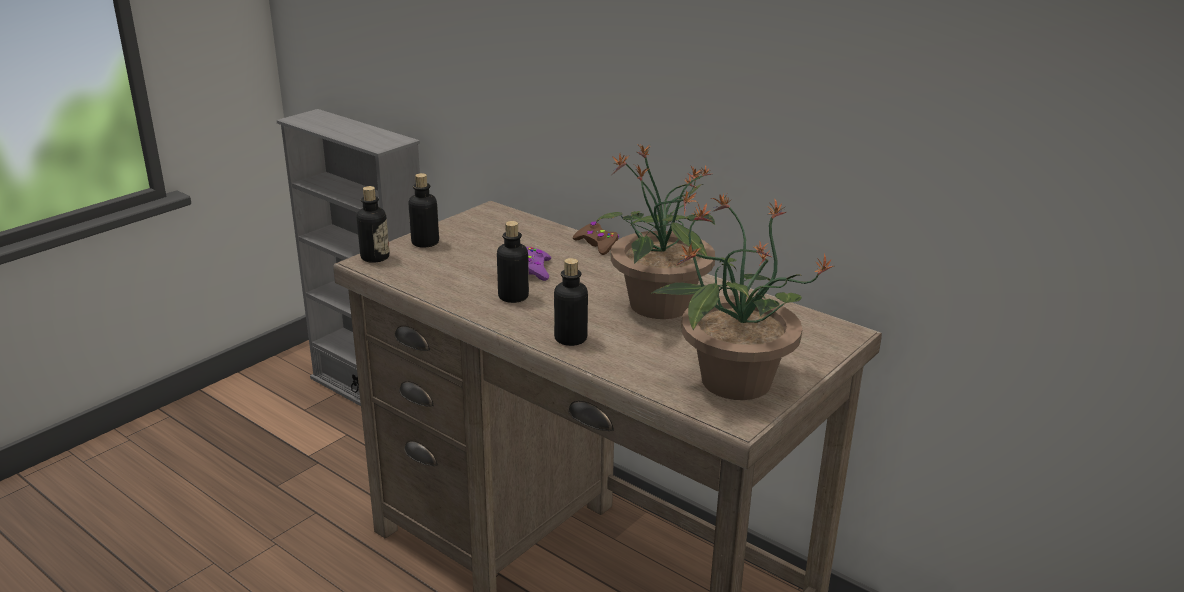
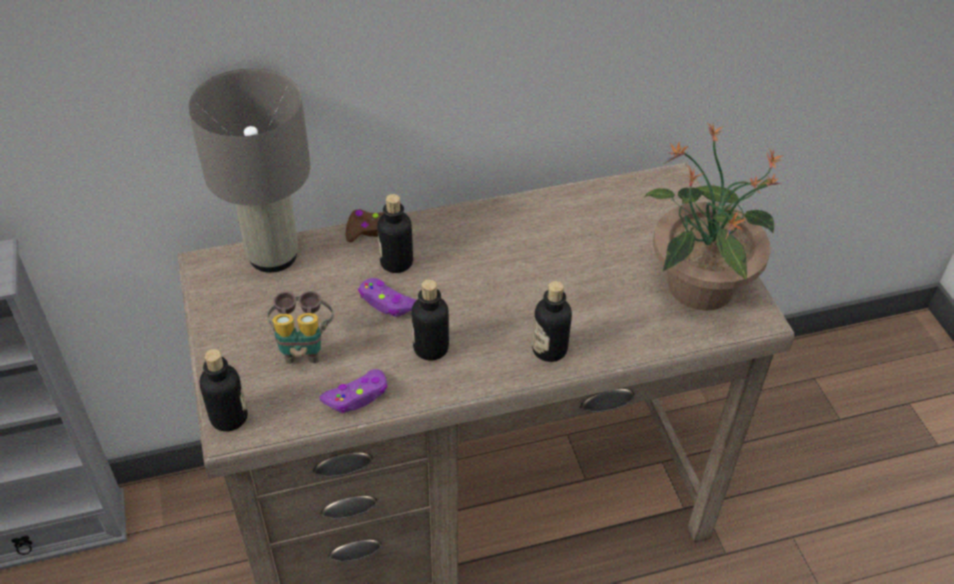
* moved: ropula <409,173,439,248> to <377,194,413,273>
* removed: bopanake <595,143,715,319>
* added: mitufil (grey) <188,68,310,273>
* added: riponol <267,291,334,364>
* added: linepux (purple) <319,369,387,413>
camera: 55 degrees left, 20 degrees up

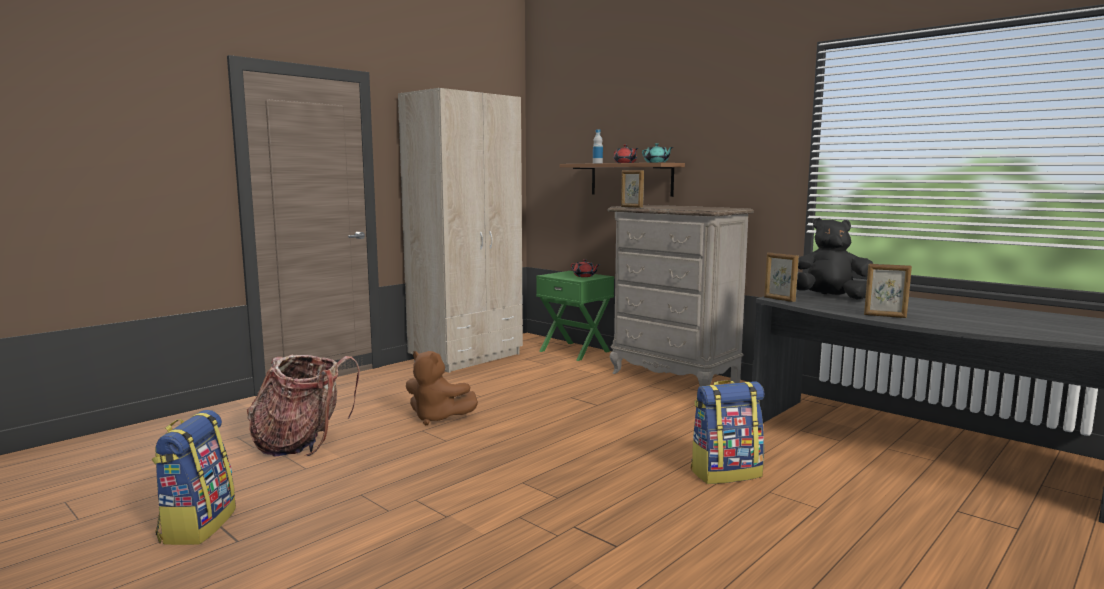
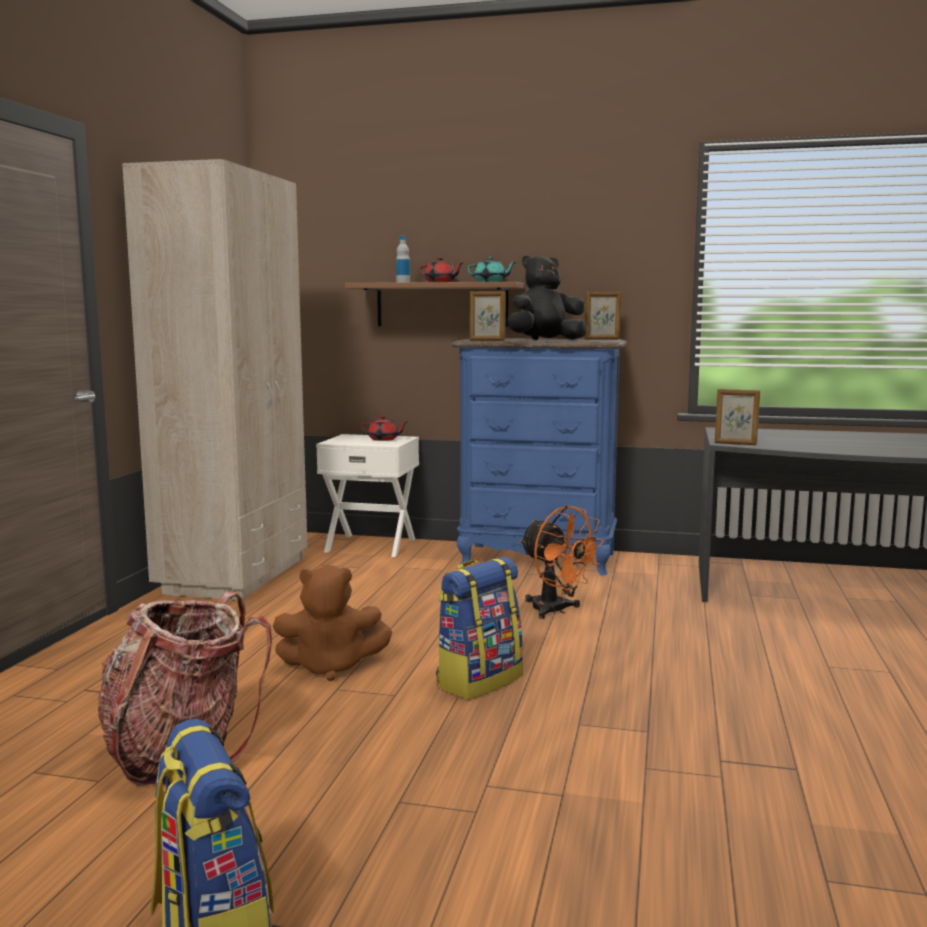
* recoloured: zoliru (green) <536,271,614,361> to zoliru (white) <316,434,419,557>
* recoloured: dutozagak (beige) <608,205,754,386> to dutozagak (blue) <451,338,627,576>
* moved: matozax <691,380,764,484> to <436,557,523,700>
* moved: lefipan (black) <797,218,873,300> to <507,255,587,340>
* moved: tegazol <864,264,912,318> to <584,292,621,340>
* added: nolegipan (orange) <520,505,605,619>
camera: 30 degrees left, 0 degrees up

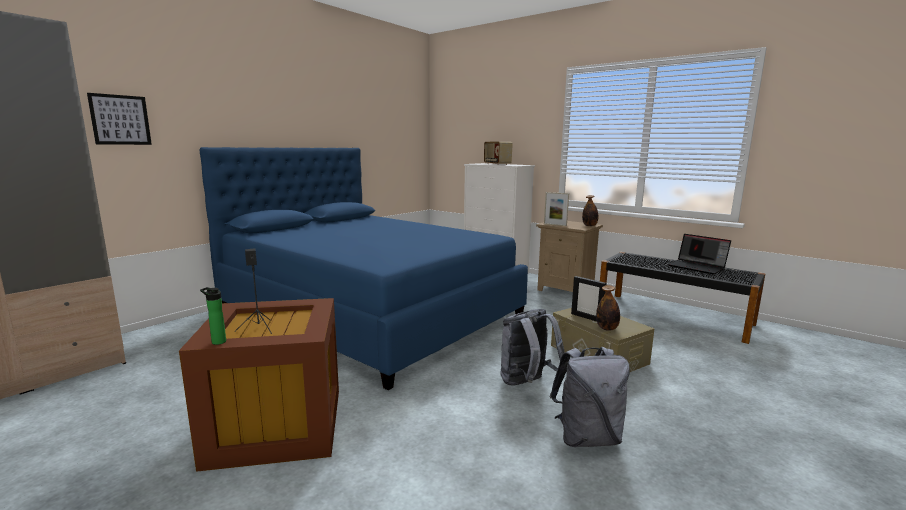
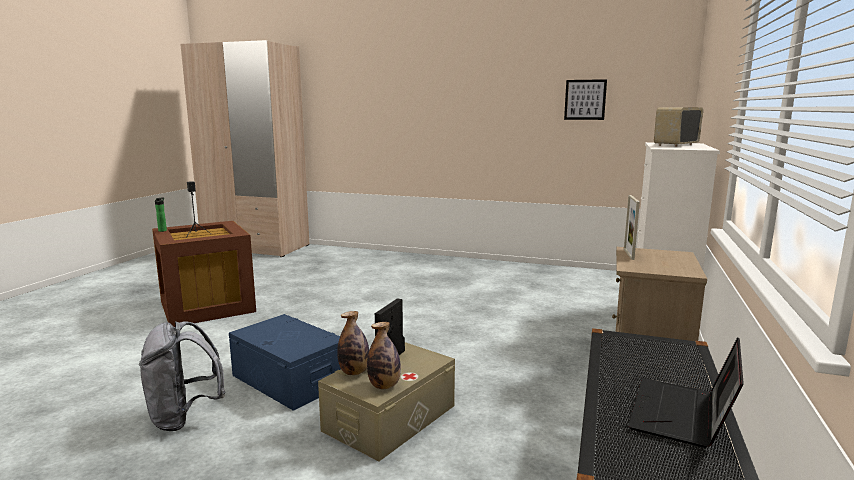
* moved: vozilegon <87,93,152,145> to <564,79,607,120>
* removed: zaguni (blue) <199,147,528,390>
* replaced: matozax (grey) <500,309,565,386> to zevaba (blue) <229,314,341,411>
* moved: ropula <582,195,598,226> to <367,322,401,389>
camera: 70 degrees right, 0 degrees up

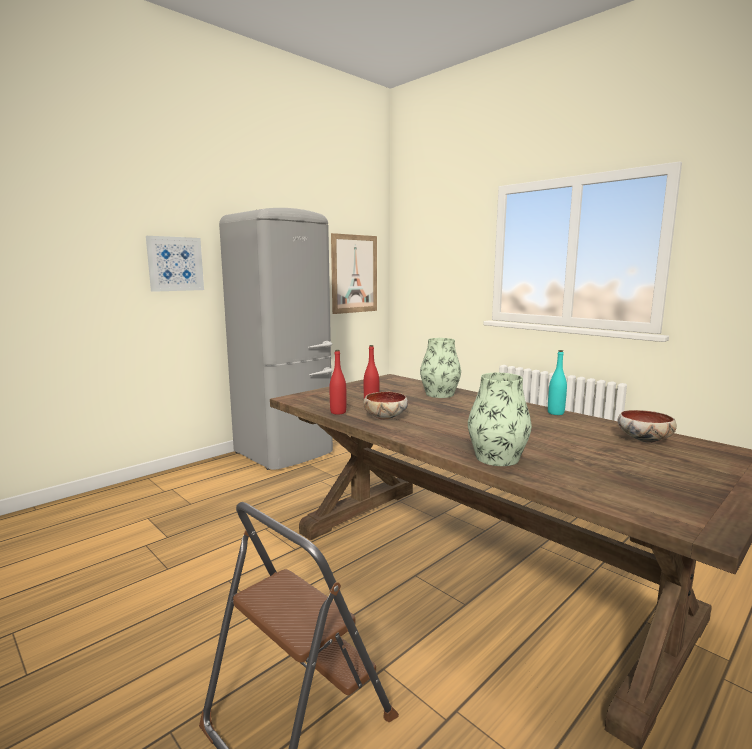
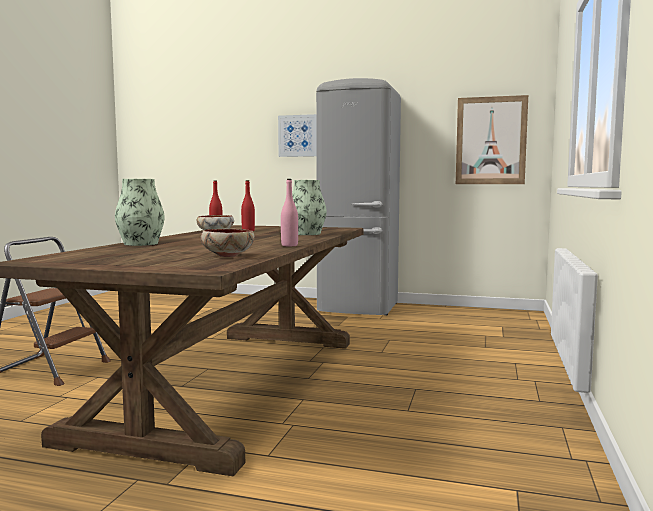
* recoloured: ropula (turquoise) <548,350,567,415> to ropula (pink) <281,179,298,246>
camera: 60 degrees right, 5 degrees down

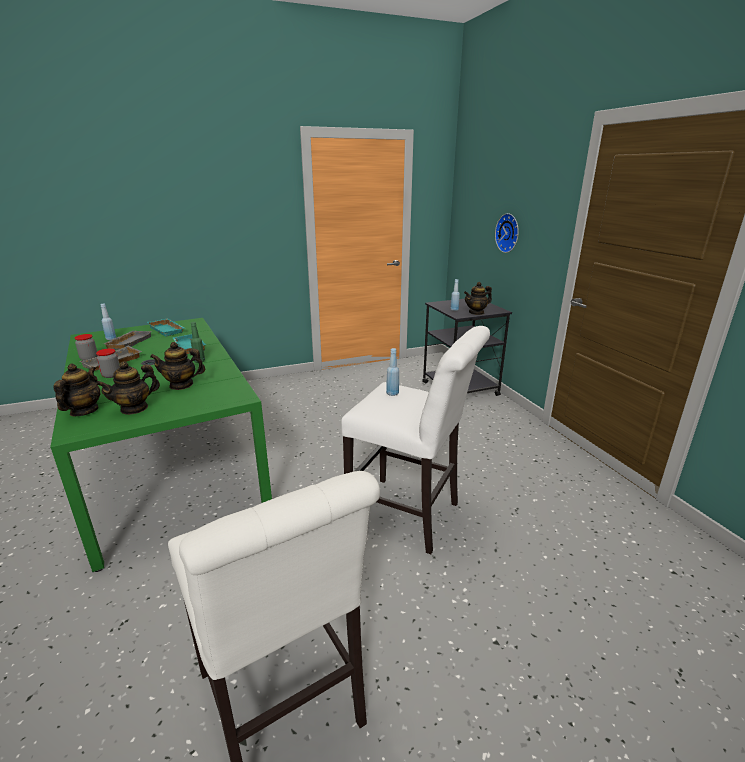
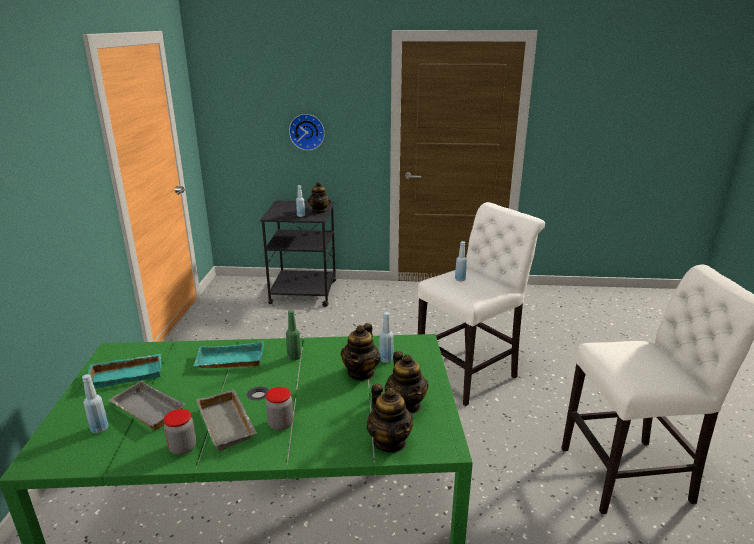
* turned: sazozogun <54,364,100,416> = <367,383,413,453> 150 degrees counterclockwise
* added: ropula (blue) <379,312,393,363>
camera: 65 degrees left, 0 degrees up

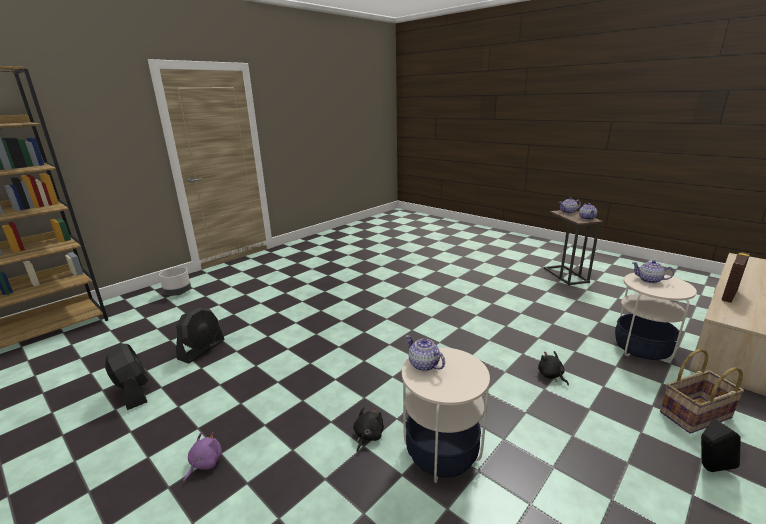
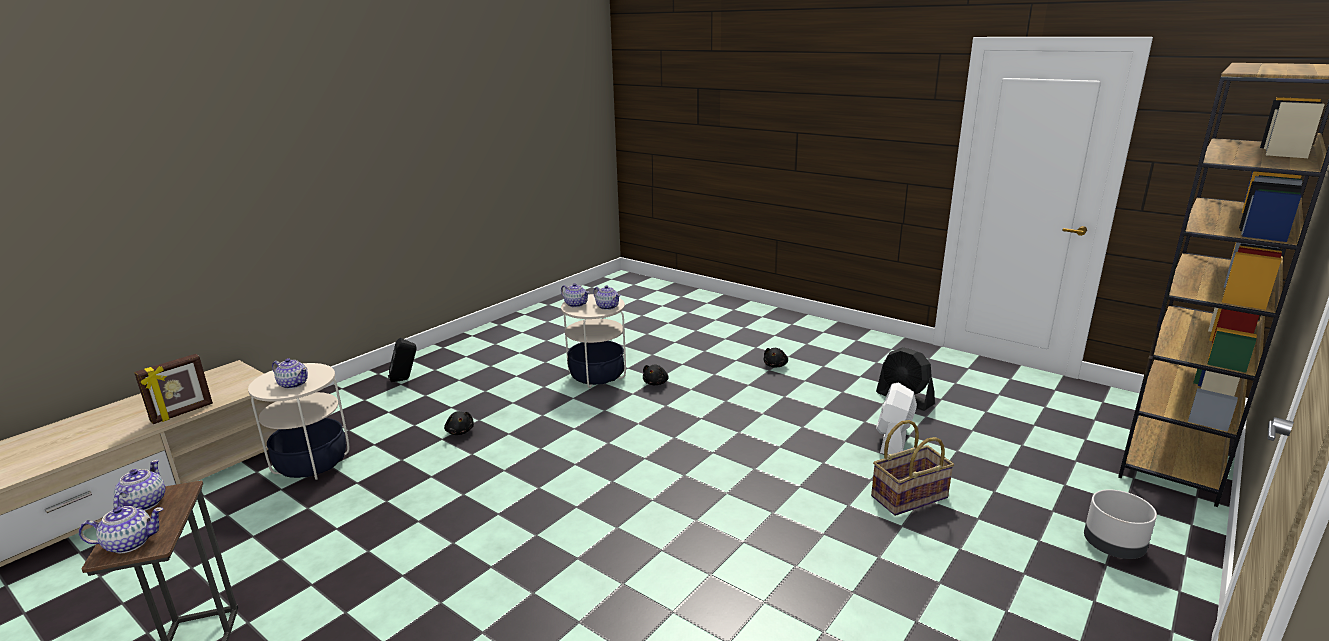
* recoloured: nolegipan (black) <176,307,224,363> to nolegipan (white) <876,383,917,455>
* recoloured: lefipan (purple) <183,432,222,483> to lefipan (black) <764,348,788,368>
* moved: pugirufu <660,349,744,434> to <871,420,954,516>
* added: sazozogun <561,283,590,308>
camera: 175 degrees right, 0 degrees up

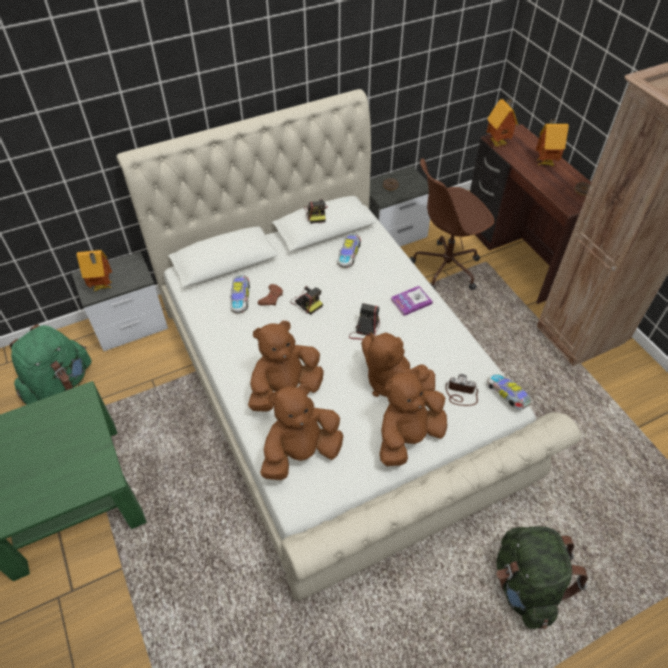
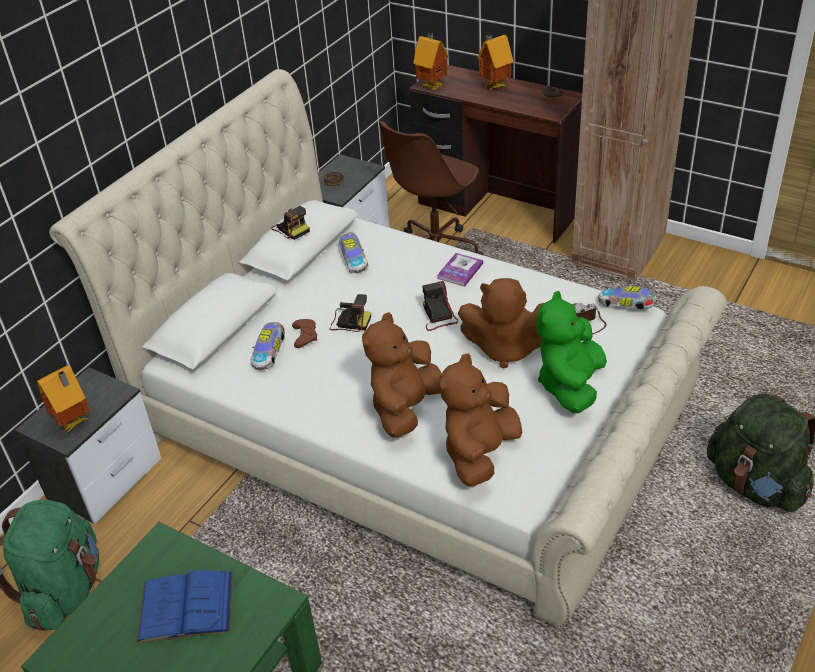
* turned: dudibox <229,275,250,314> = <250,322,285,370> 45 degrees clockwise
* recoloured: lefipan (brown) <379,369,447,466> to lefipan (green) <537,291,607,413>
* added: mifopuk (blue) <136,570,233,643>
camera: 30 degrees left, 10 degrees down

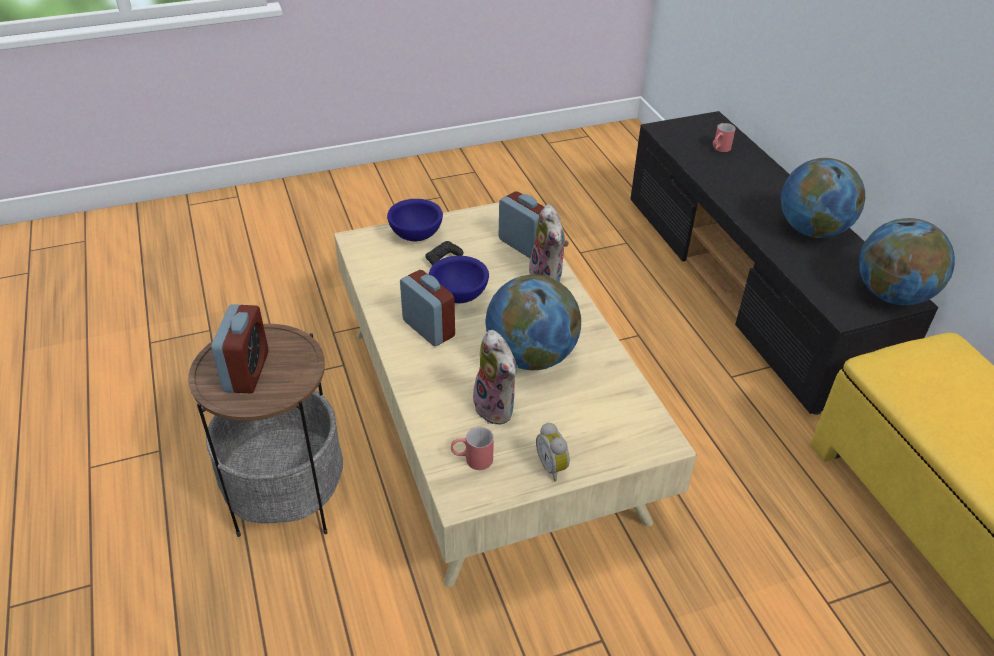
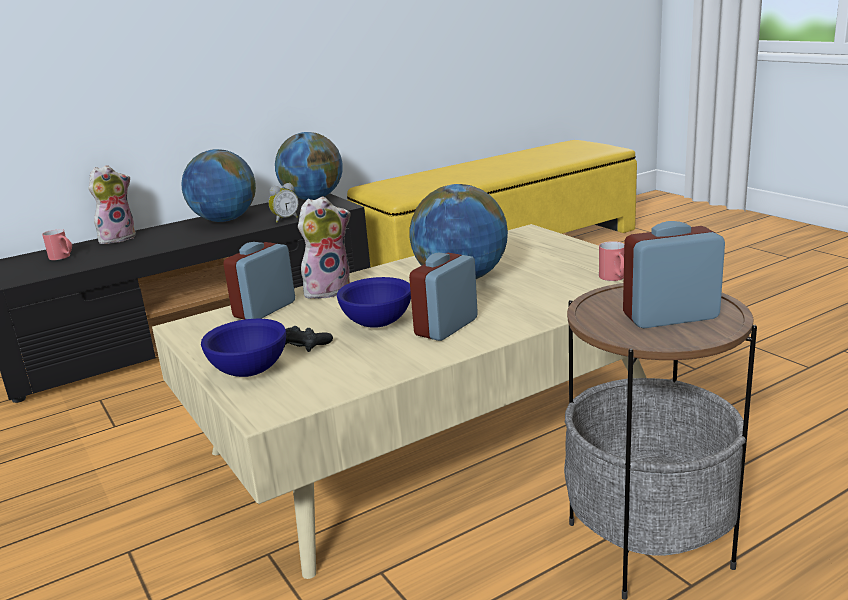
* moved: lefipan <470,330,518,425> to <89,165,136,244>
* moved: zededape <536,422,570,481> to <269,183,299,223>
camera: 100 degrees left, 20 degrees down

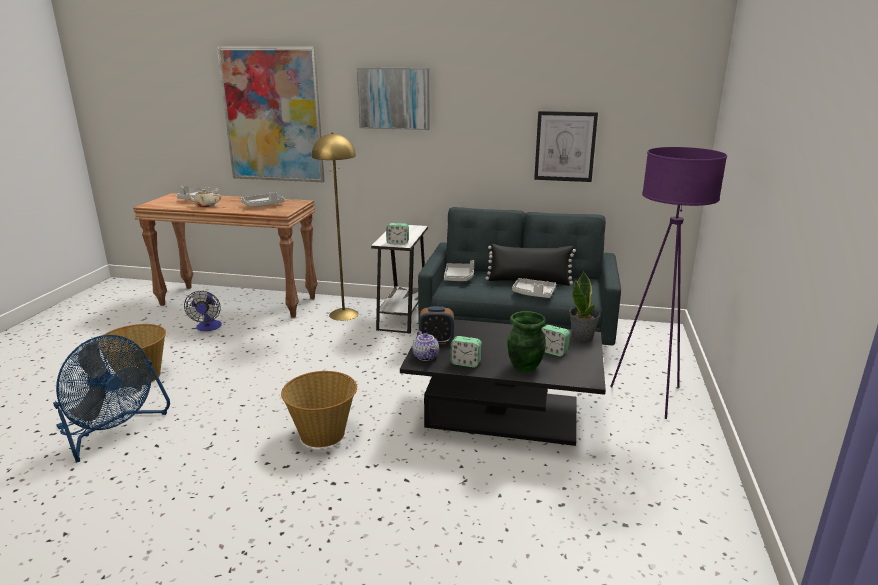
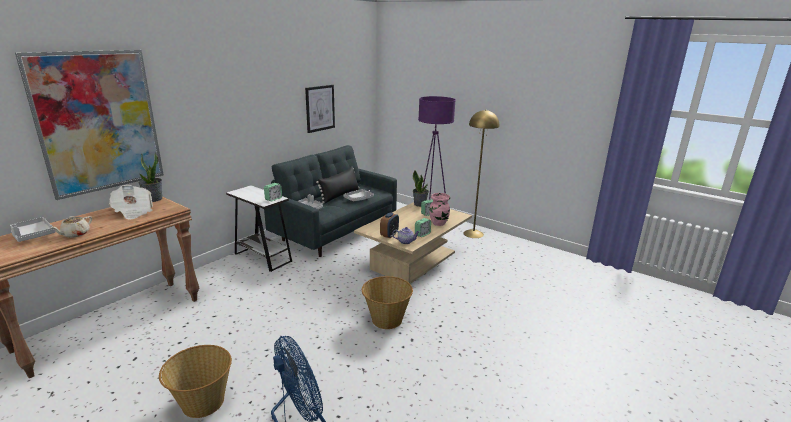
* removed: nolegipan <184,291,222,331>
* replaced: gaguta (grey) <241,192,284,206> to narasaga <109,185,153,220>
* moved: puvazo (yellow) <312,133,358,321> to <463,109,499,238>
* removed: vozilegon <357,67,430,130>
* recoloured: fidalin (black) <400,319,606,446> to fidalin (beige) <354,202,472,284>
* recoloured: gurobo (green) <507,311,546,373> to gurobo (pink) <429,193,450,226>
* added: bopanake <138,153,162,202>
camera: 65 degrees left, 0 degrees up

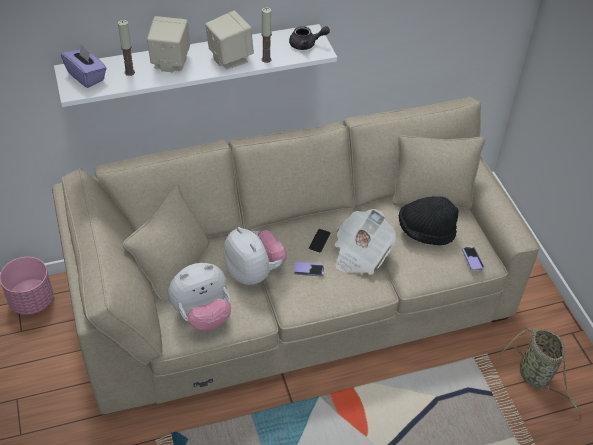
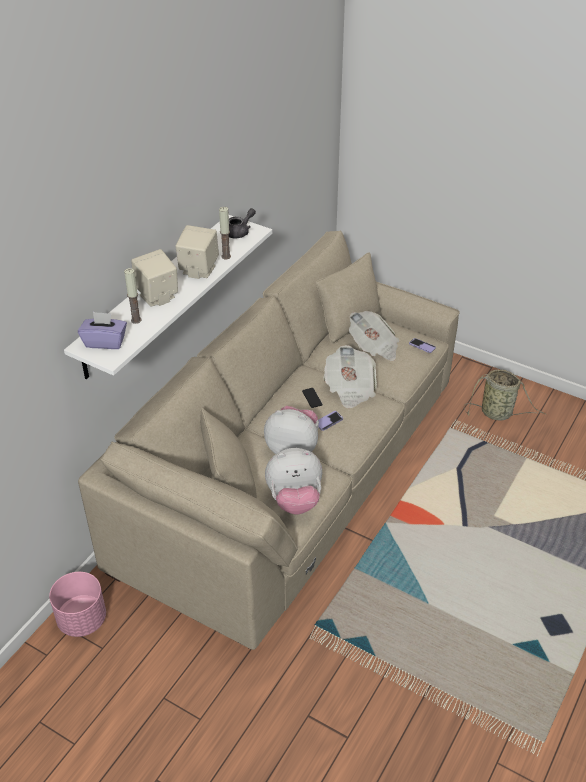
* turned: lefipan <168,263,231,331> = <265,448,322,514> 60 degrees clockwise
* replaced: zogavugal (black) <399,196,459,245> to narasaga <349,311,399,361>
camera: 40 degrees left, 5 degrees down

